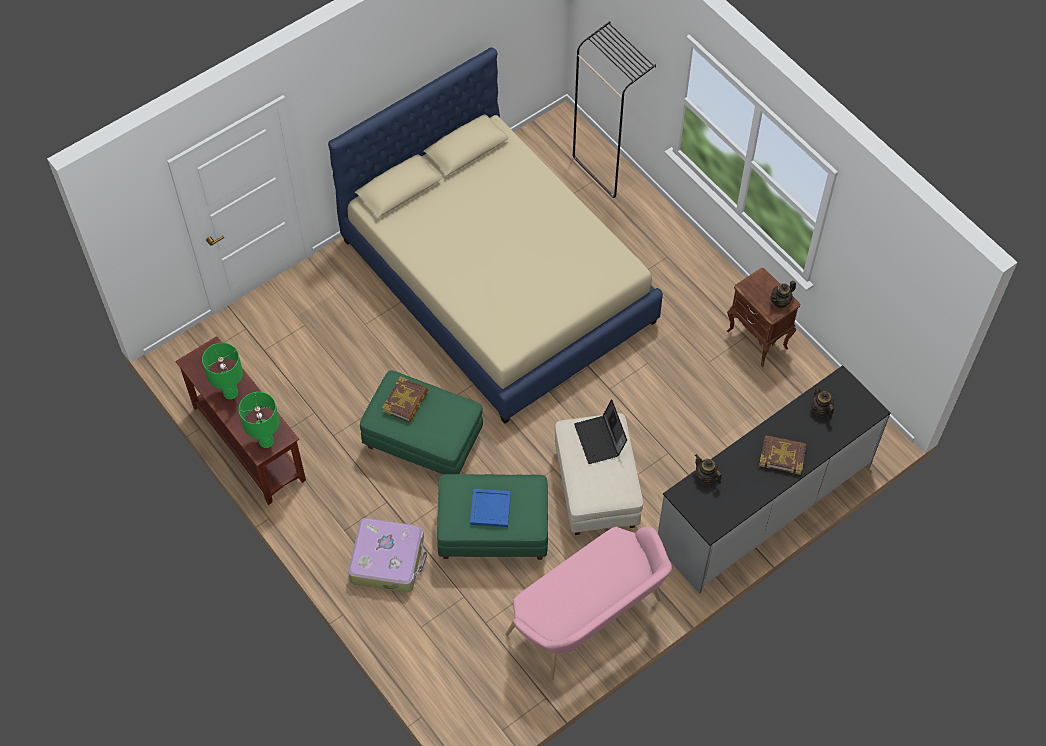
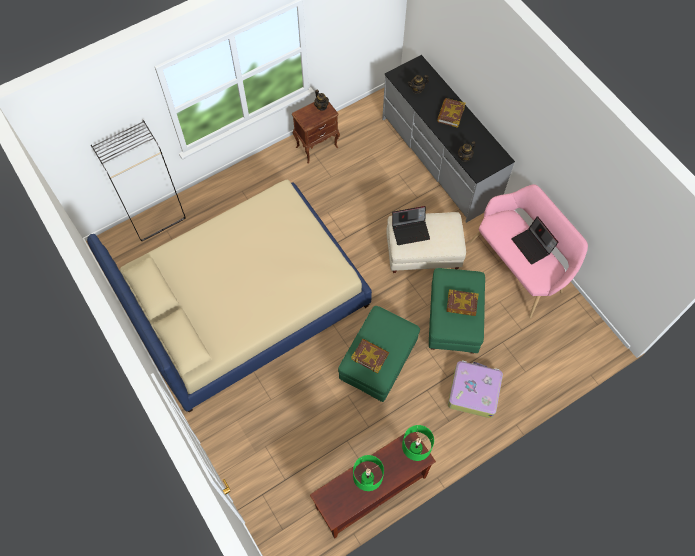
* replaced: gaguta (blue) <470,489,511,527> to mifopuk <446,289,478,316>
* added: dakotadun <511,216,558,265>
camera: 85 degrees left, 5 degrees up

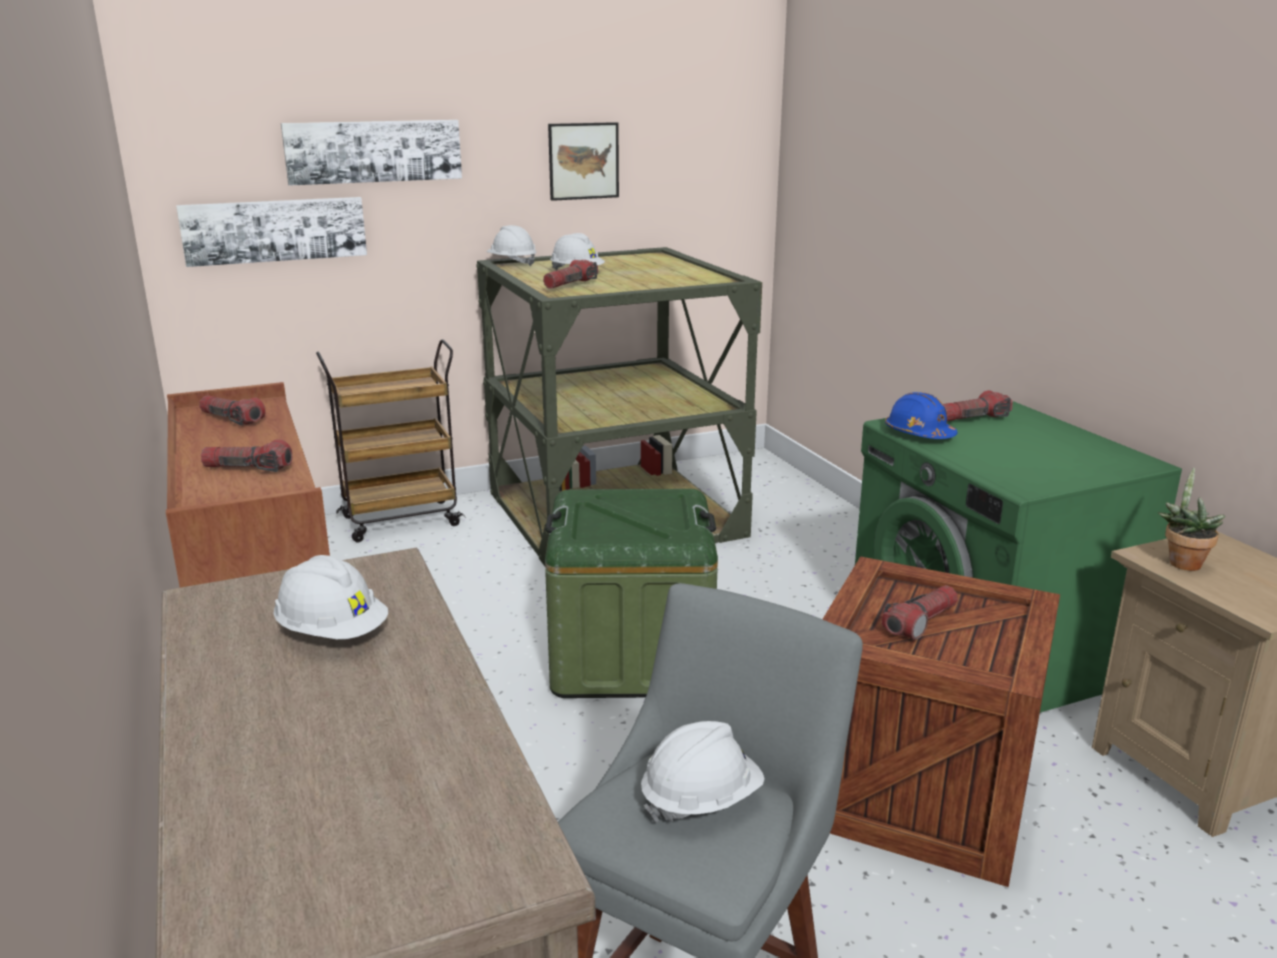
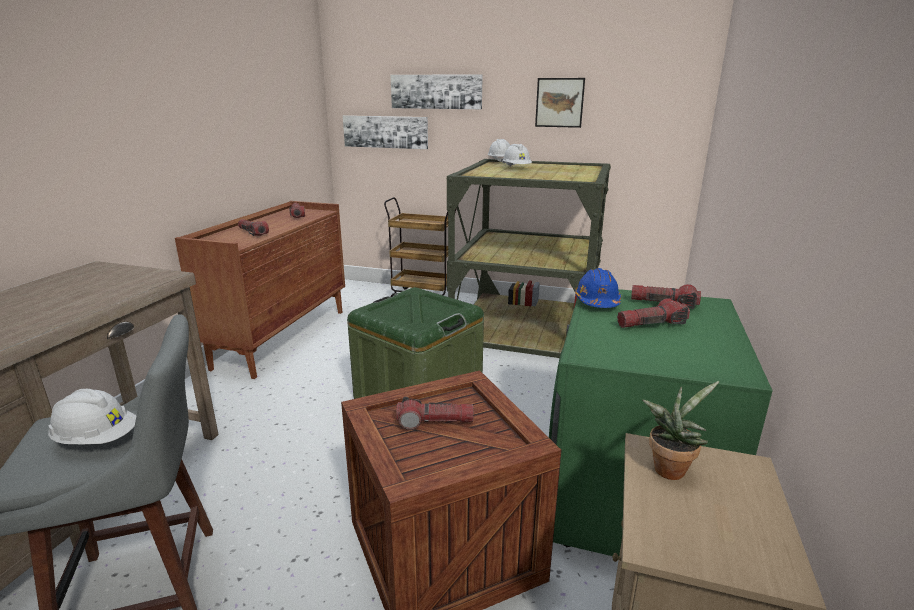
* removed: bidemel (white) <273,555,388,639>
* moved: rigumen <543,260,598,289> to <617,298,690,328>
camera: 40 degrees right, 0 degrees up

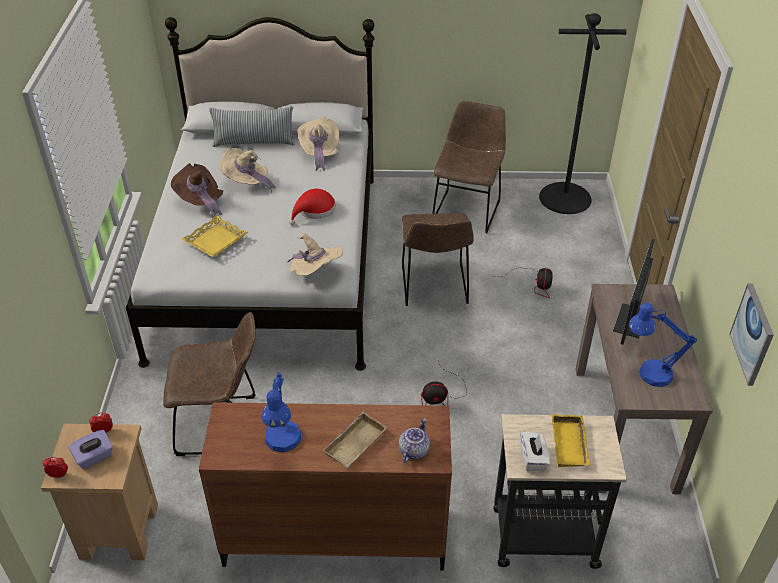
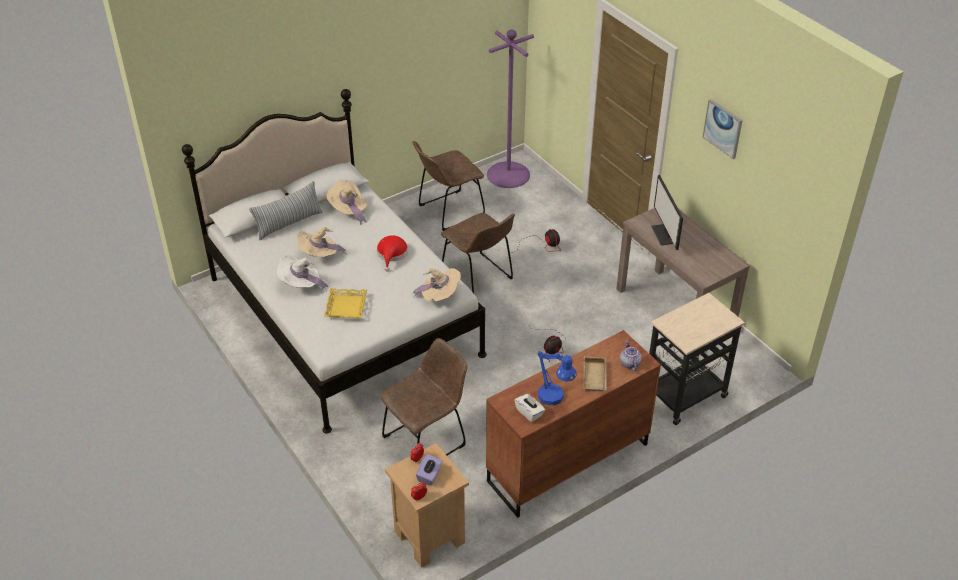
* recoloured: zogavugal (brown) <171,163,223,217> to zogavugal (white) <277,255,329,290>
* turned: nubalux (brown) <432,101,506,233> = <412,141,485,231> 105 degrees counterclockwise
* moved: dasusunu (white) <520,431,550,471> to <514,394,545,422>
* recoloured: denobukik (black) <539,13,626,214> to denobukik (purple) <487,30,534,188>
* removed: gaguta (yellow) <552,414,590,467>
* removed: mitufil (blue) <629,303,697,387>
* moved: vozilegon <729,283,774,386> to <702,99,742,159>
camera: 35 degrees left, 0 degrees up

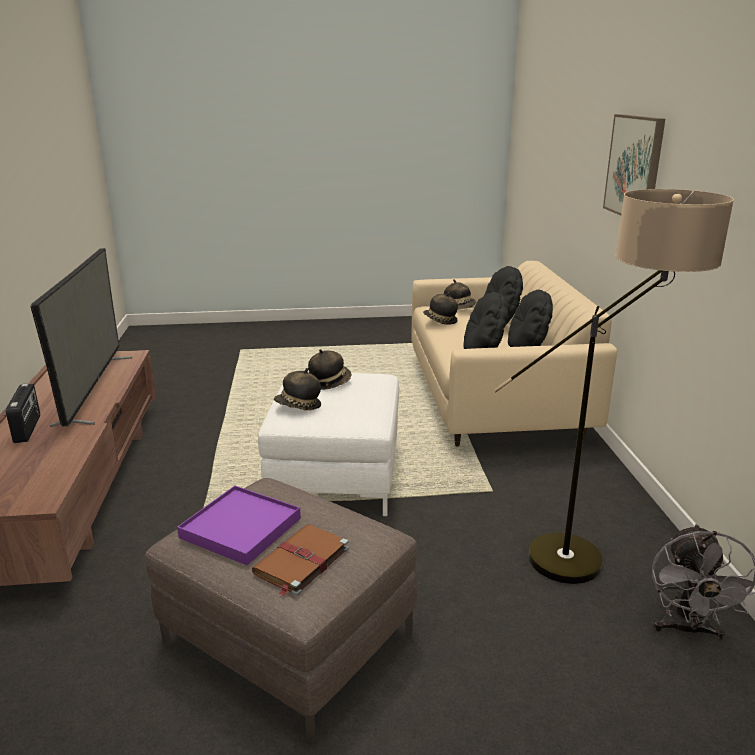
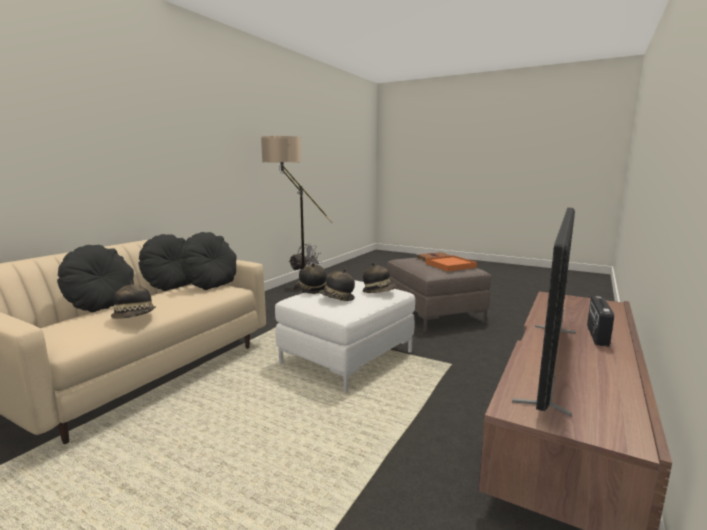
* recoloured: gaguta (purple) <177,486,301,565> to gaguta (orange) <425,255,477,271>
* moved: zogavugal <444,279,476,310> to <297,263,327,294>
* removed: vozilegon <603,114,665,215>
camera: 145 degrees left, 10 degrees down

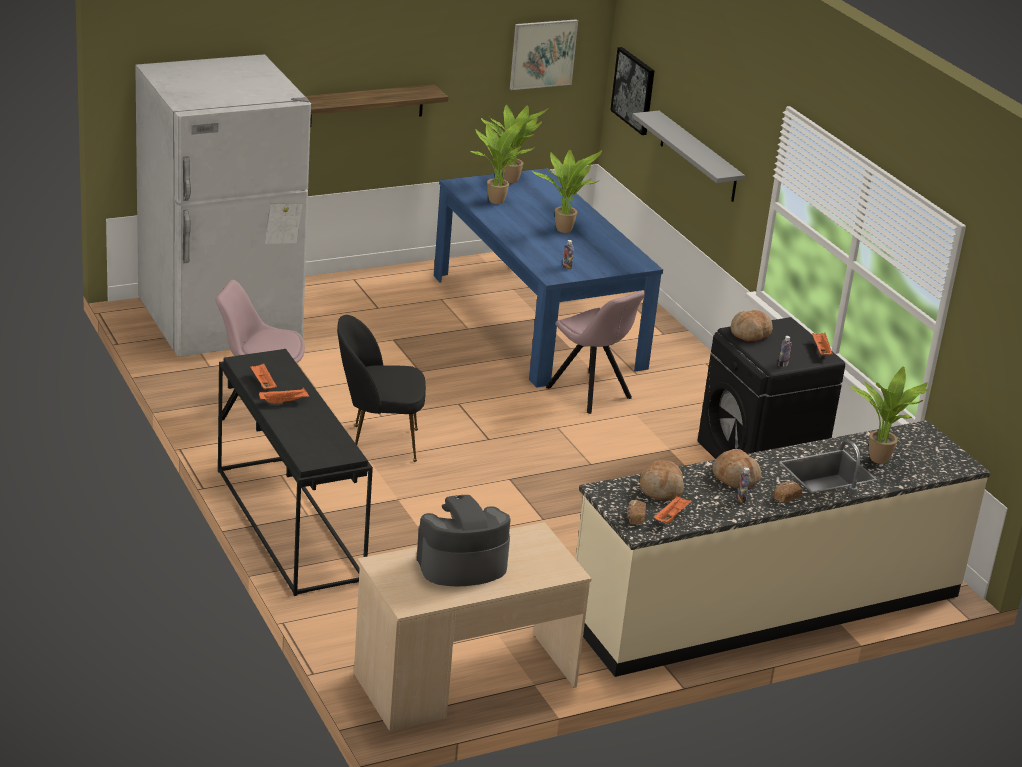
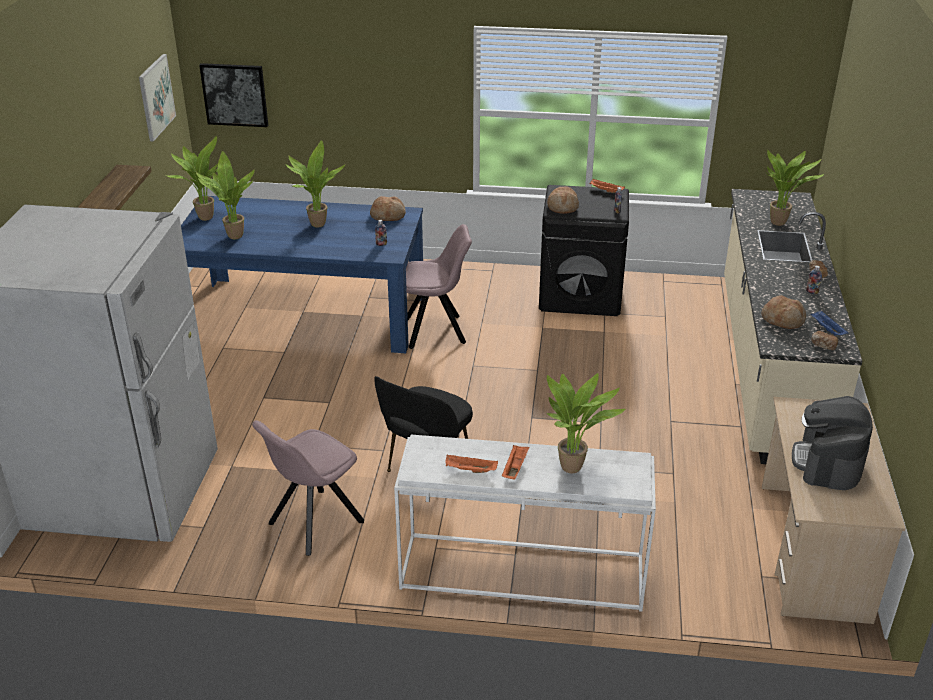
* recoloured: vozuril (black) <218,349,373,596> to vozuril (white) <394,435,656,612>
* removed: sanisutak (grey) <632,111,745,202>
* recoloured: gaguta (orange) <654,495,692,524> to gaguta (blue) <811,310,848,335>
* moved: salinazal <712,449,762,488> to <370,196,406,221>
* added: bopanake <547,373,625,474>
camera: 55 degrees left, 5 degrees up

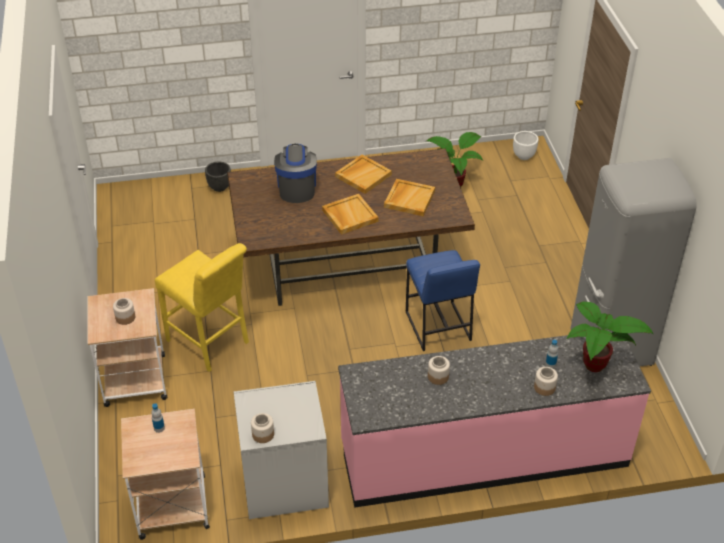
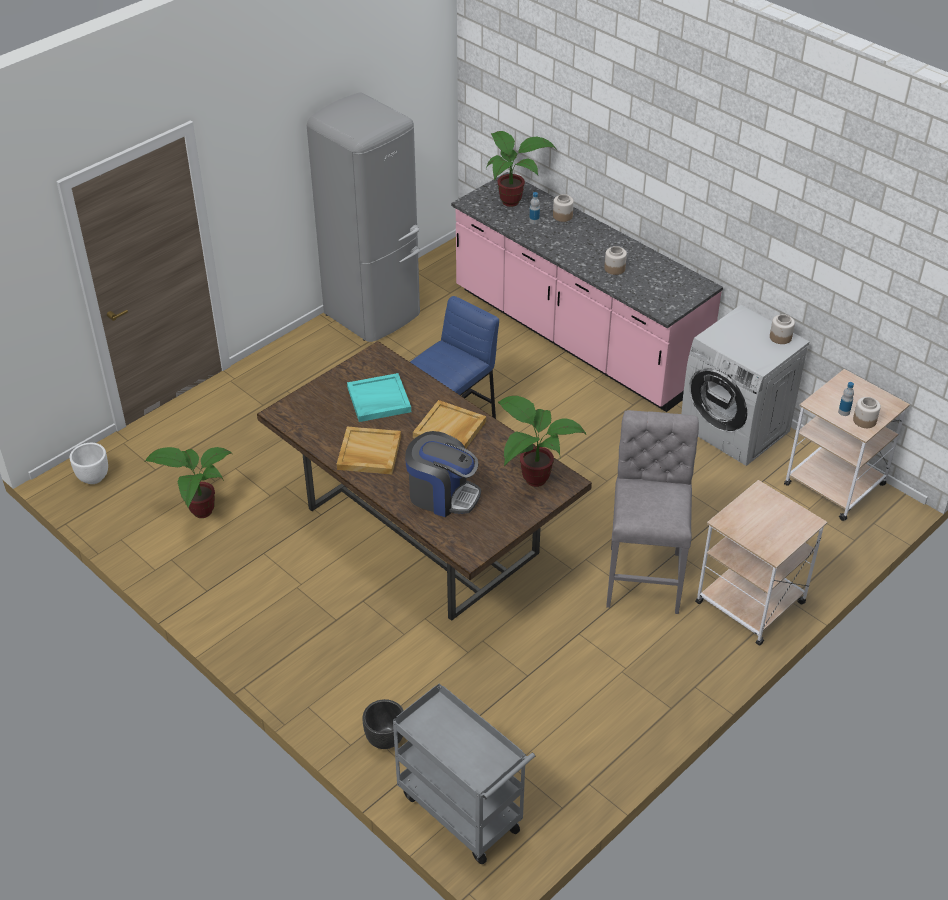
* moved: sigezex <113,298,135,325> to <853,397,881,428>
* recoloured: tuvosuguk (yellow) <155,243,249,372> to tuvosuguk (grey) <606,410,699,614>
* turned: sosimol <274,143,317,203> = <405,431,481,517> 120 degrees counterclockwise
* recoloured: gaguta (beige) <384,179,435,216> to gaguta (turquoise) <347,373,411,422>
* added: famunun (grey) <393,683,535,864>
* added: bopanake <498,395,586,487>
camera: 125 degrees left, 0 degrees up

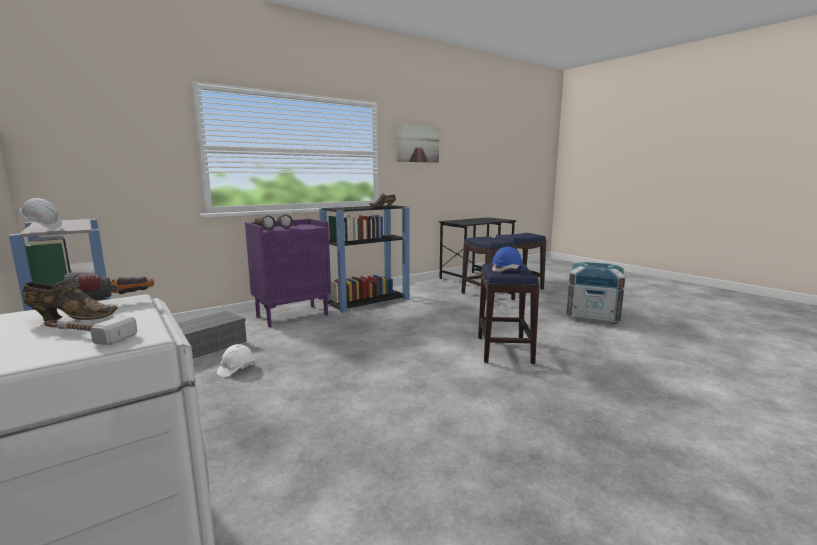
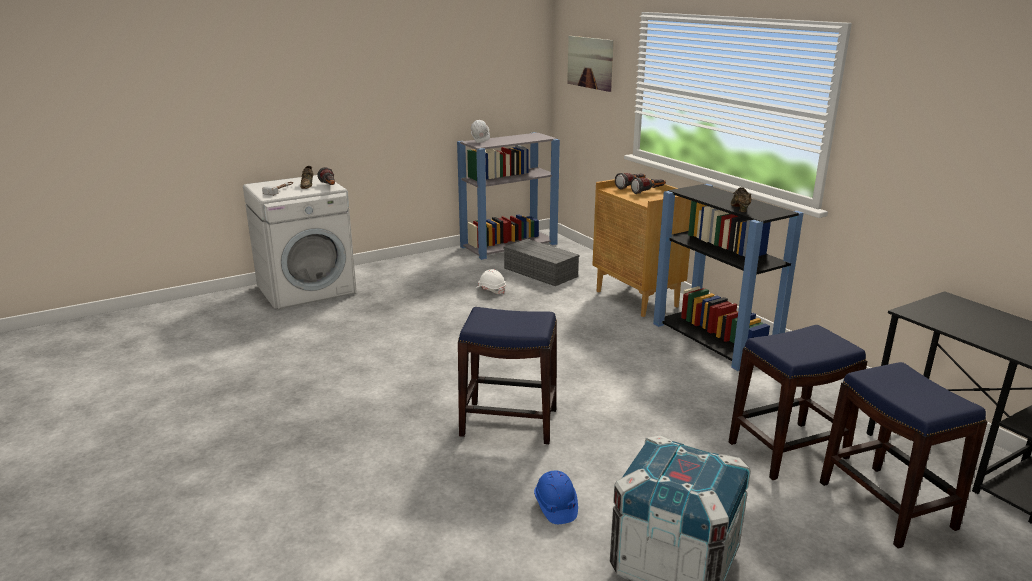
* recoloured: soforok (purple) <245,219,331,327> to soforok (brown) <592,179,691,317>
* moved: vozilegon <397,124,439,163> to <567,36,614,92>
* moved: bidemel (blue) <492,247,526,272> to <534,470,578,524>
camera: 95 degrees right, 10 degrees up

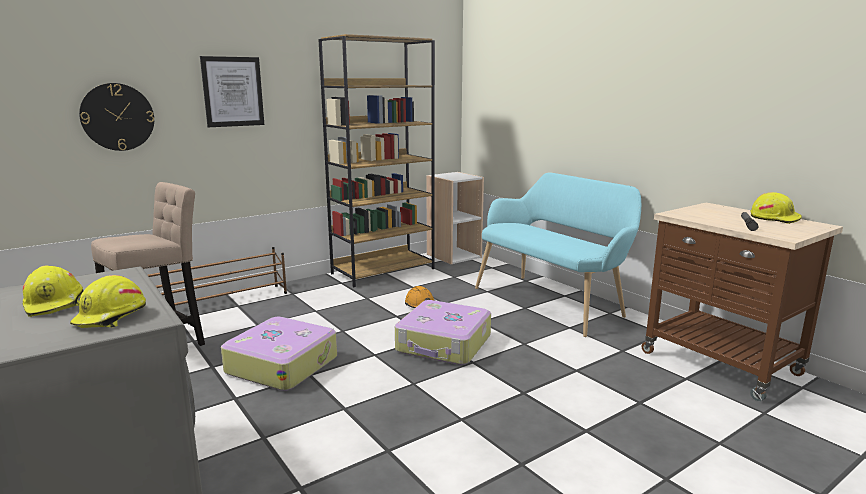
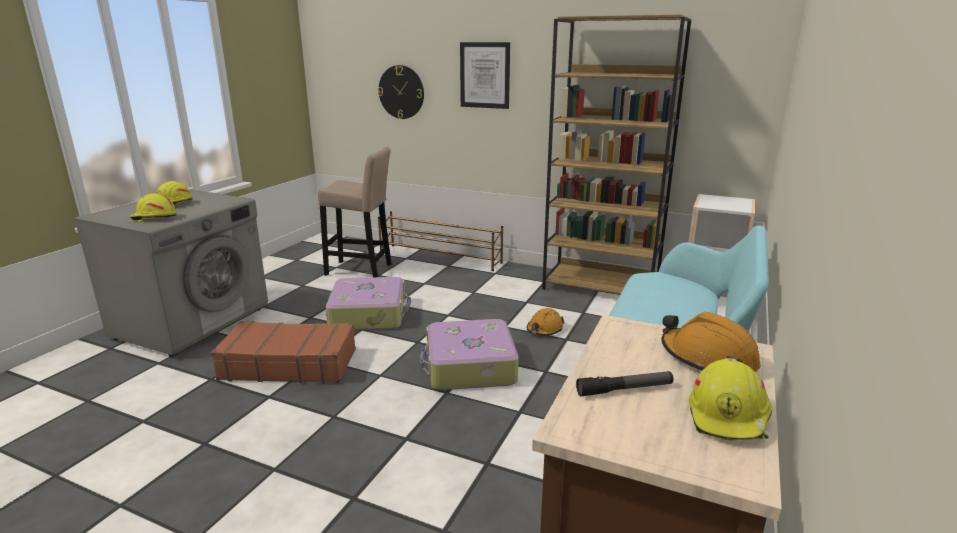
* added: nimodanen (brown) <211,321,356,384>
* added: bidemel (orange) <661,312,760,373>
camera: 60 degrees right, 5 degrees up

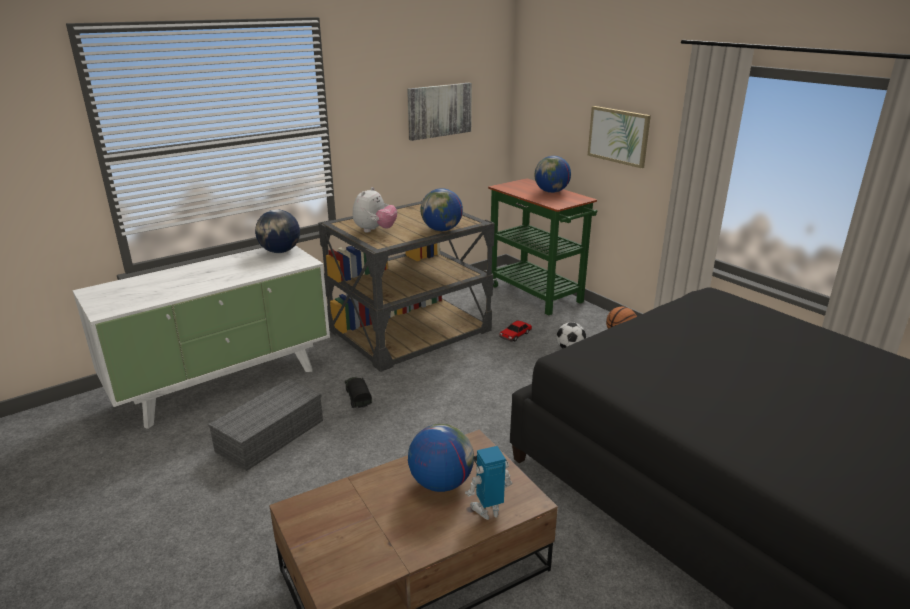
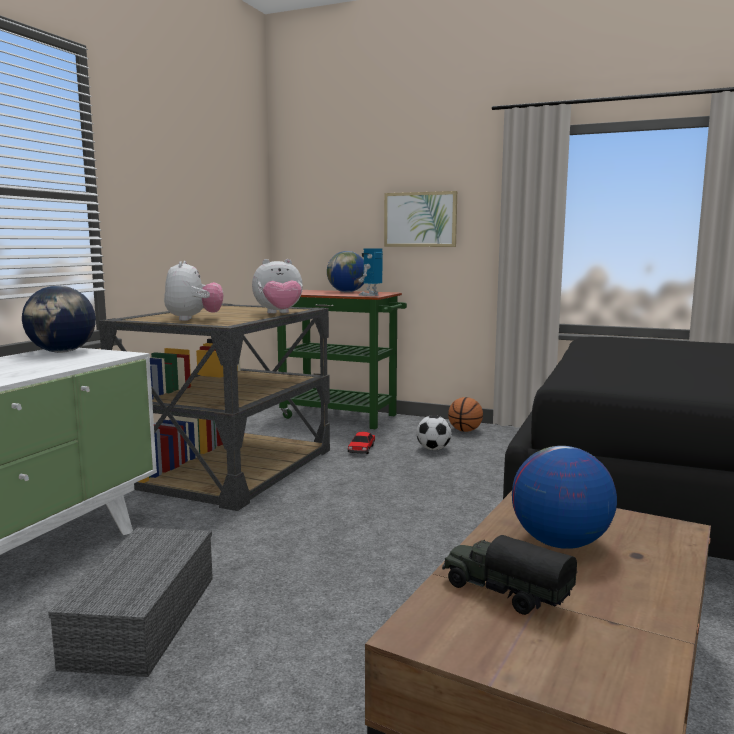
* moved: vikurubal <345,377,372,408> to <442,535,577,615>
* removed: vozilegon <407,83,472,141>
* replaced: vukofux <420,188,463,231> to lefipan <252,259,303,314>
* moved: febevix <465,446,512,520> to <358,248,383,296>
camera: 30 degrees left, 15 degrees down

